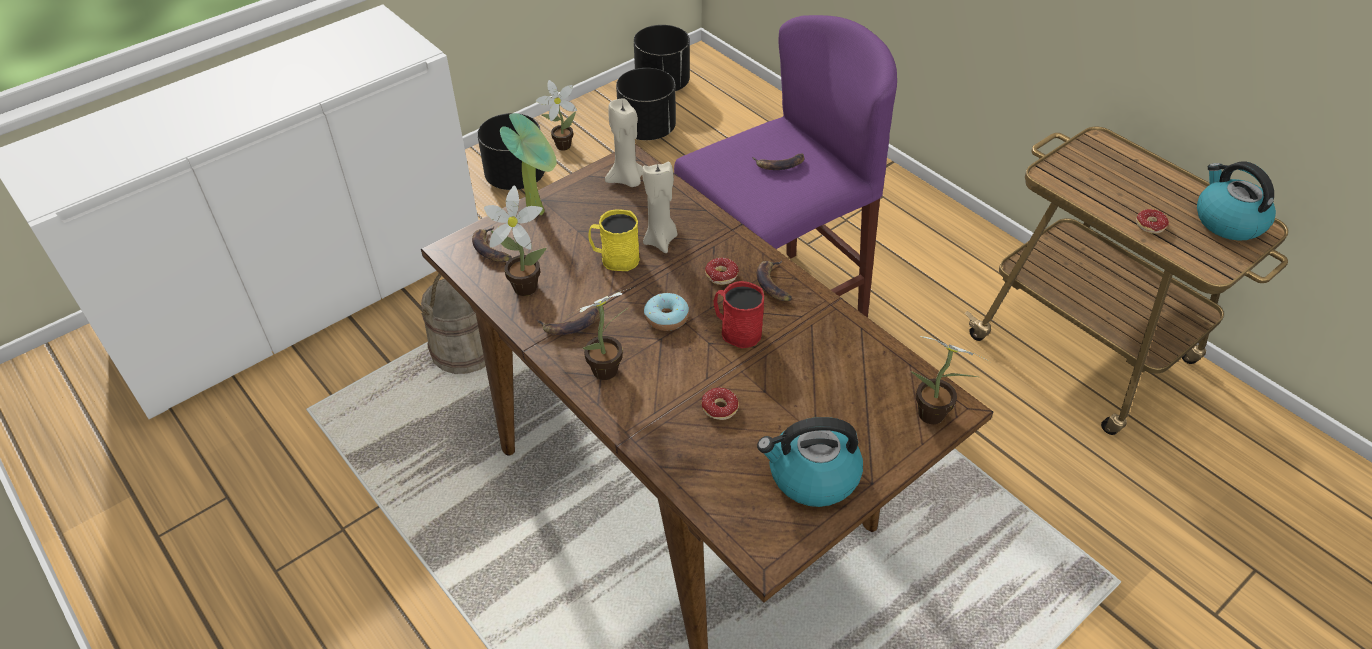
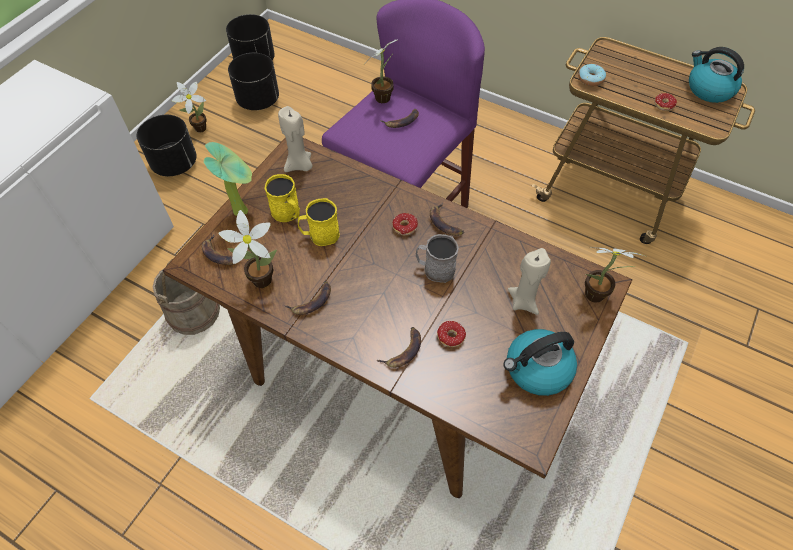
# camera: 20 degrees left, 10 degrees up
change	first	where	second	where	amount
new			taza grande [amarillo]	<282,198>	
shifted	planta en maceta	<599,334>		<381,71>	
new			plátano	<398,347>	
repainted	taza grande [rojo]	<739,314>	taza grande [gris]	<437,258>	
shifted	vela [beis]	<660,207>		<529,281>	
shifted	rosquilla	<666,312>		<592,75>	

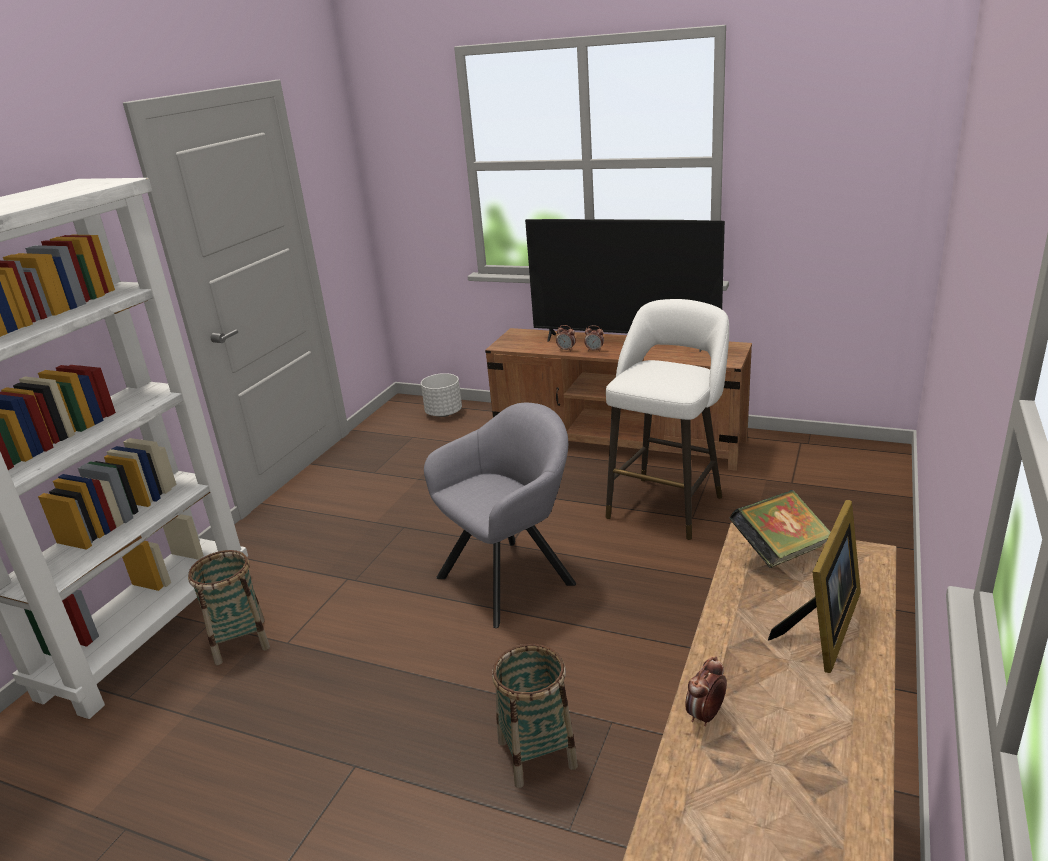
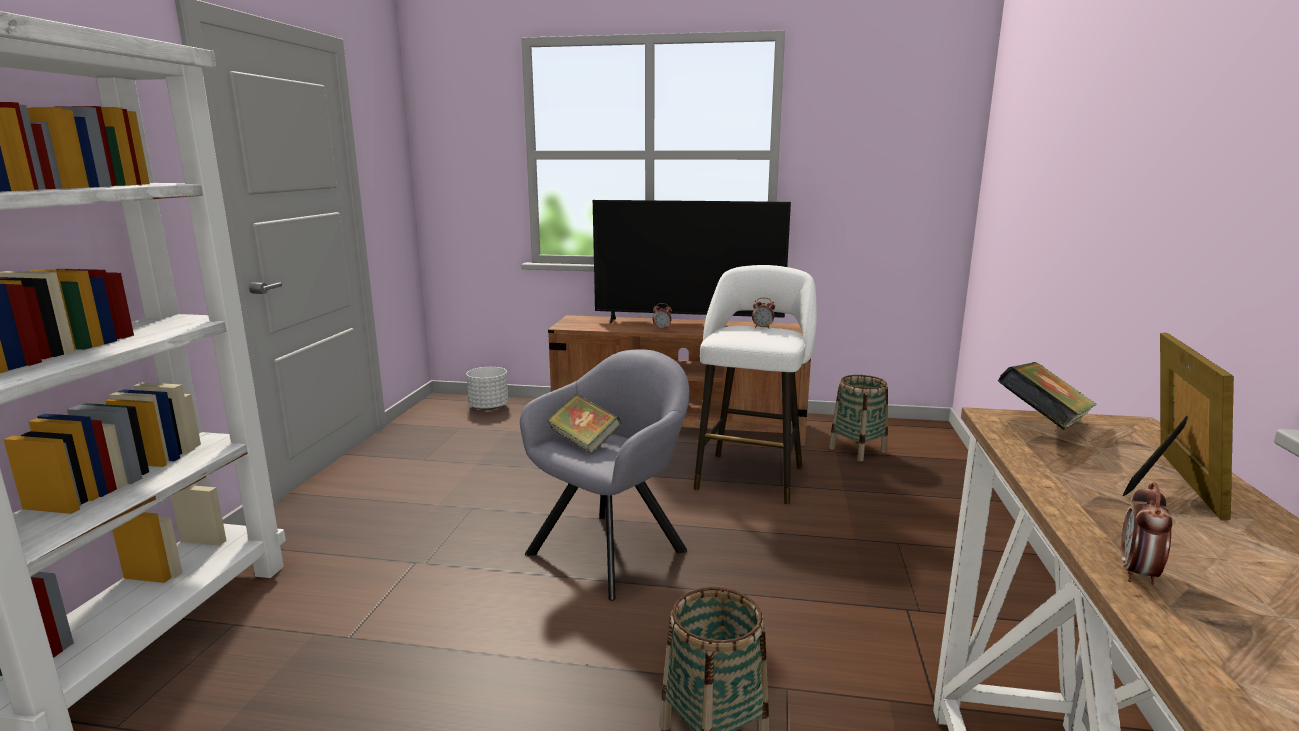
# camera: 15 degrees left, 10 degrees down
change	first	where	second	where	amount
new			libro	<584,424>	
shifted	despertador	<566,338>		<763,313>	
shifted	cesta	<229,607>		<858,418>	

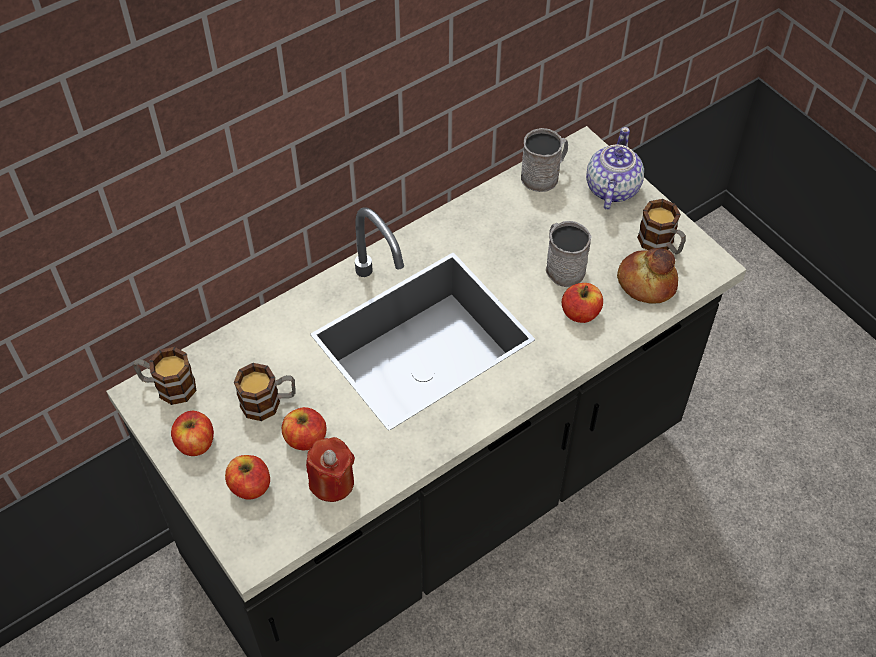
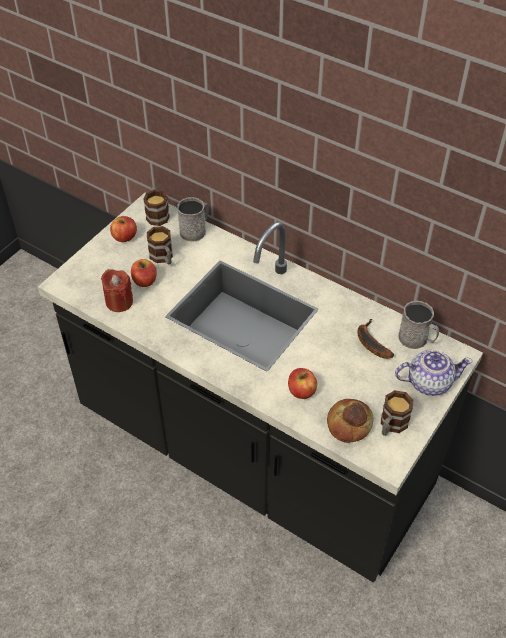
# camera: 70 degrees right, 5 degrees down
change	first	where	second	where	amount
shifted	taza grande [gris]	<569,254>		<193,219>	
new			plátano	<375,338>	
gone	manzana	<247,477>			

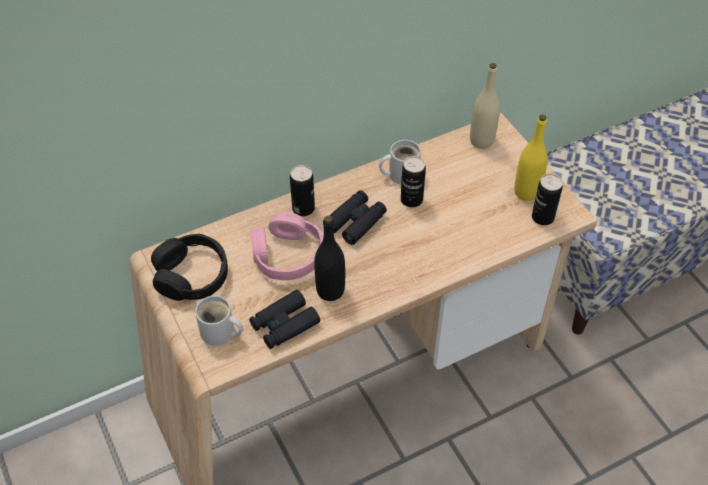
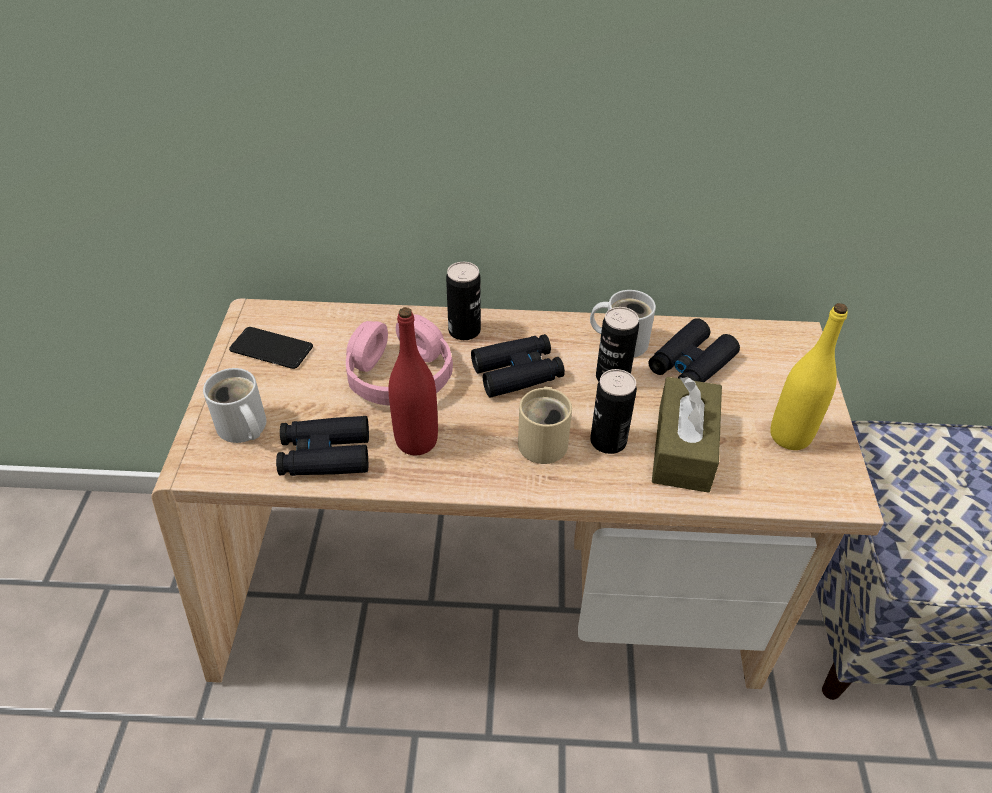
# camera: 30 degrees right, 5 degrees down
change	first	where	second	where	amount
swapped	auriculares [negro]	<189,267>	móvil	<271,348>	
repainted	botella [negro]	<329,258>	botella [rojo]	<413,381>	
new			taza grande [beis]	<545,425>	
shifted	lata	<547,199>		<613,411>	
new			prismáticos [negro]	<694,350>	
new			caja de pañuelos [marrón]	<687,435>	
gone	botella [beis]	<485,106>			

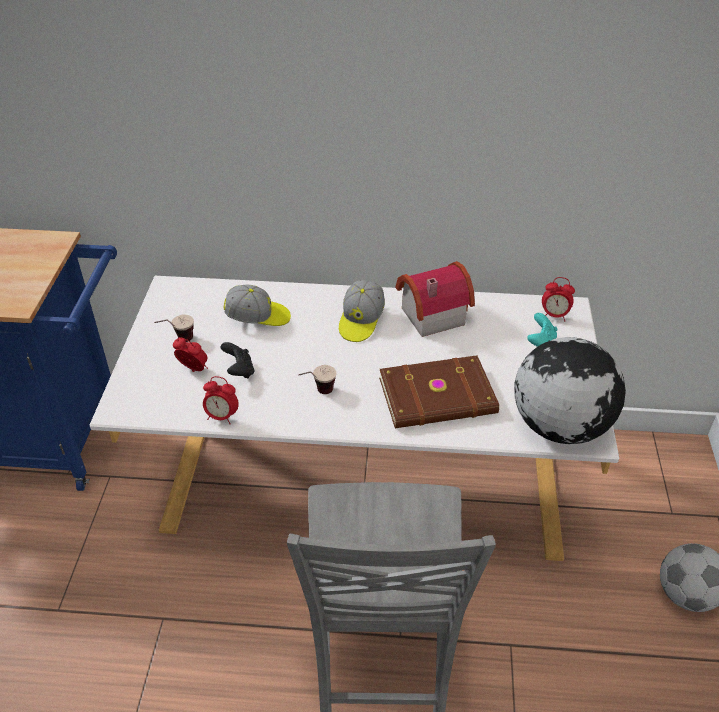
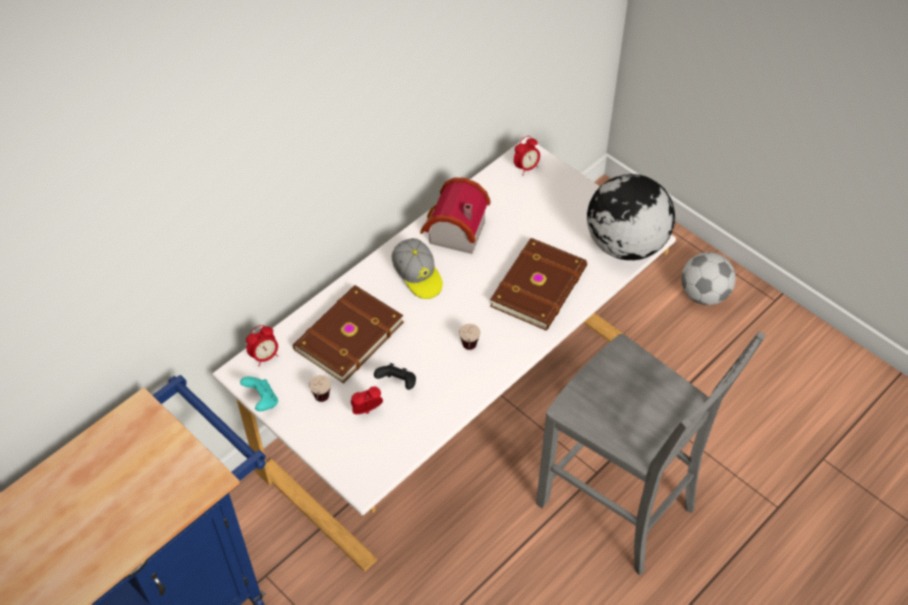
# camera: 50 degrees left, 10 degrees up
change	first	where	second	where	amount
shifted	mando de consola [turquesa]	<542,330>		<259,394>	
shifted	despertador	<221,400>		<262,345>	
swapped	gorra	<257,305>	libro [marrón]	<348,334>	

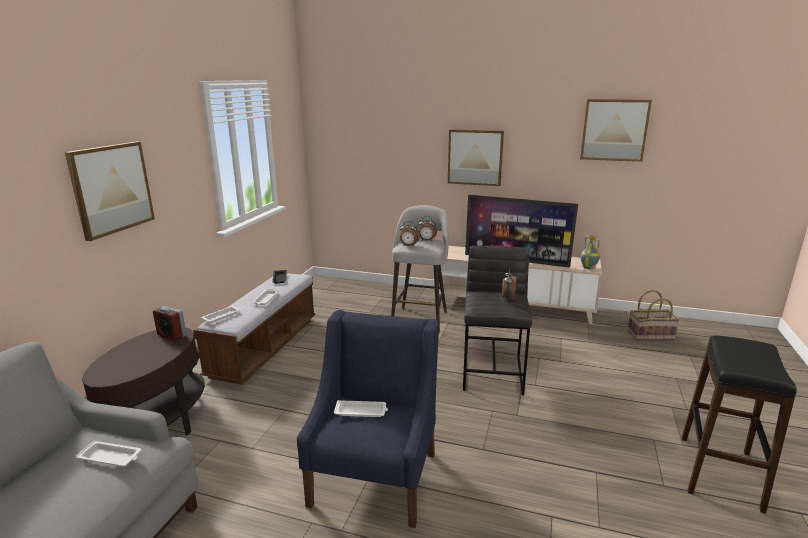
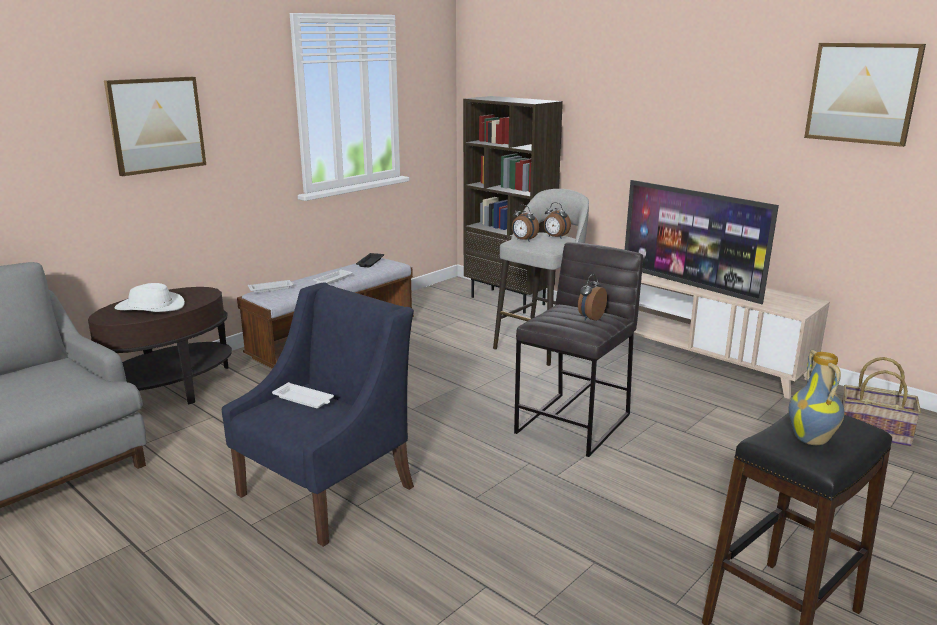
# camera: 25 degrees right, 0 degrees up
change	first	where	second	where	amount
new			sombrero [blanco]	<150,297>	
new			estantería [marrón]	<513,205>	
shifted	florero	<590,252>		<816,397>	
gone	bandeja [blanco]	<108,453>			
gone	despertador	<169,323>			
gone	cuadro	<476,158>			

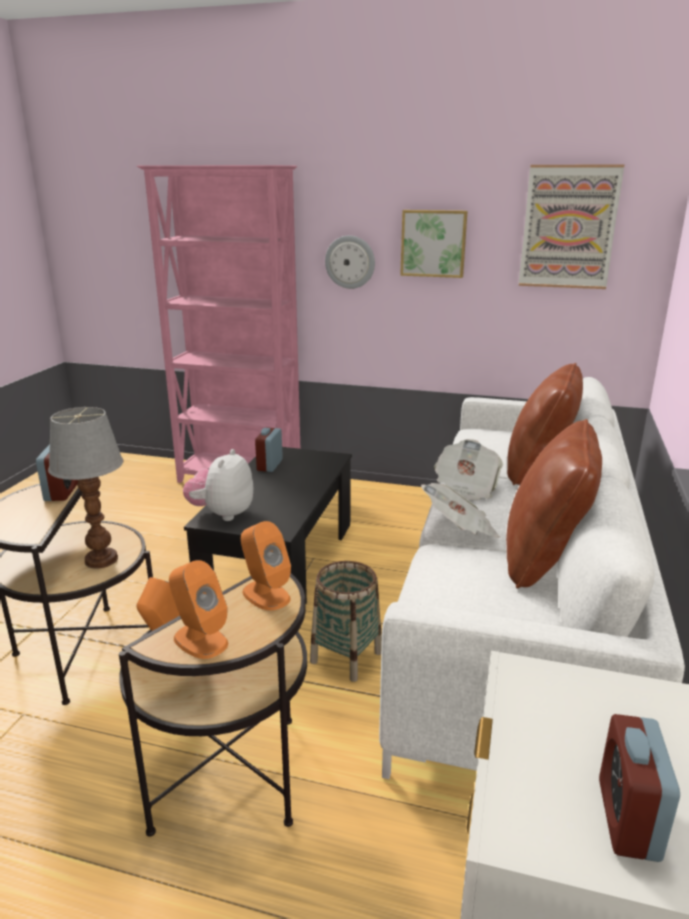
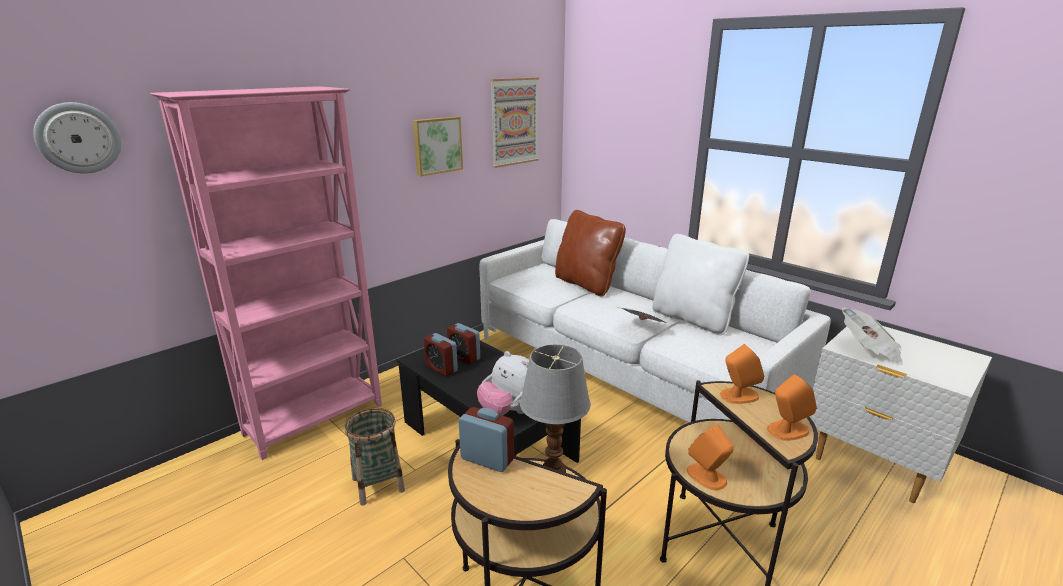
# camera: 60 degrees left, 0 degrees up
change	first	where	second	where	amount
shifted	reloj de pared	<350,262>		<77,138>	
shifted	cesta	<346,621>		<375,457>	
shifted	despertador	<639,788>		<463,343>	
repainted	cojín [marrón]	<554,504>	cojín [blanco]	<700,284>	
shifted	periódico	<468,469>		<872,336>	

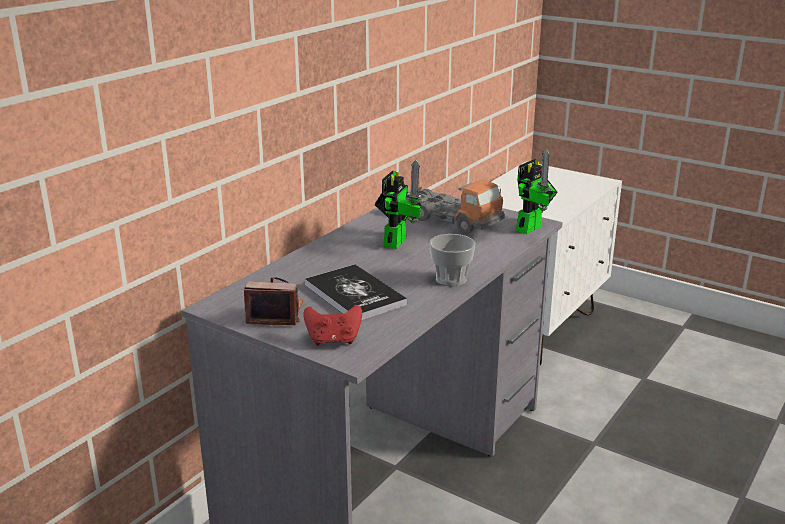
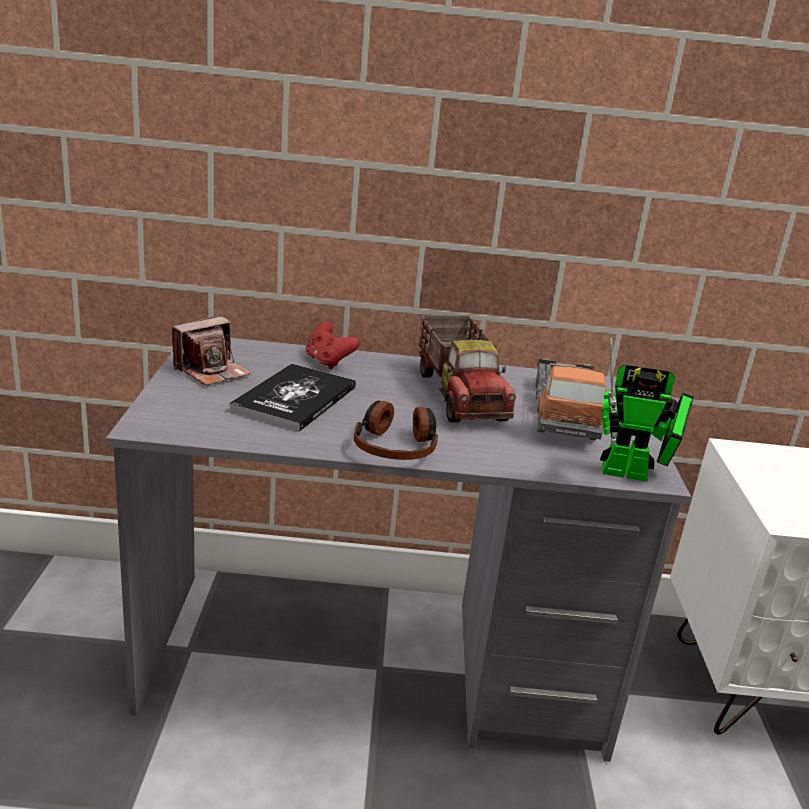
# camera: 55 degrees right, 0 degrees up
change	first	where	second	where	amount
rotated	cámara	<273,301>		<211,351>	75 degrees clockwise
shifted	mando de consola [rojo]	<333,325>		<333,345>	
swapped	taza	<452,260>	auriculares	<396,430>	
swapped	robot de juguete	<399,204>	camión de juguete	<467,369>	

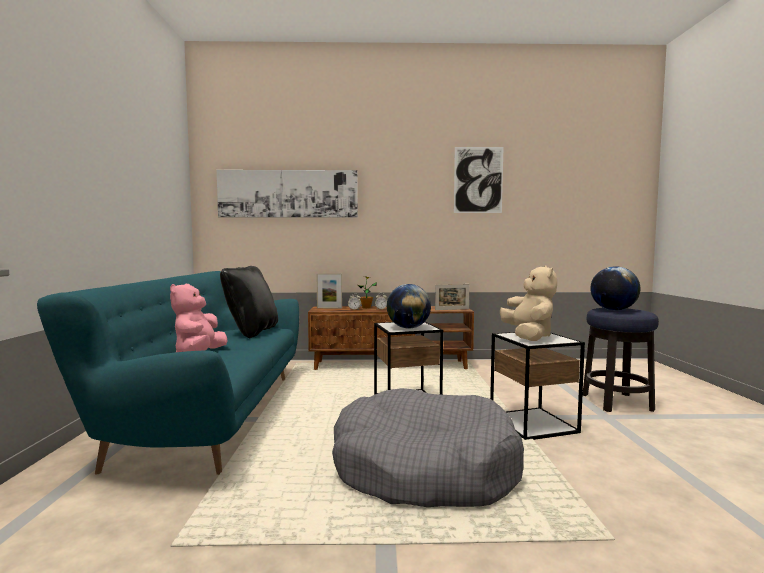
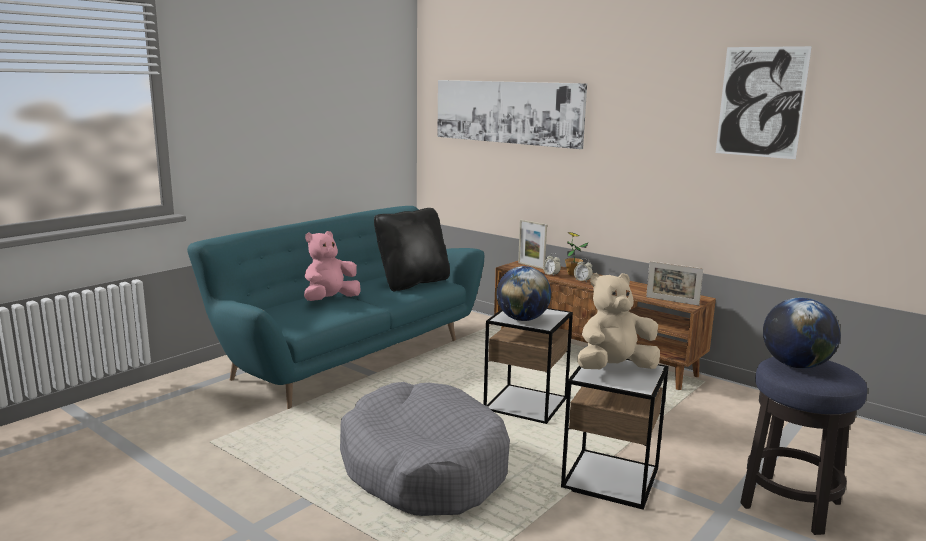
# camera: 40 degrees right, 10 degrees up
change	first	where	second	where	amount
rotated	peluche [beis]	<528,303>		<618,321>	150 degrees counterclockwise

